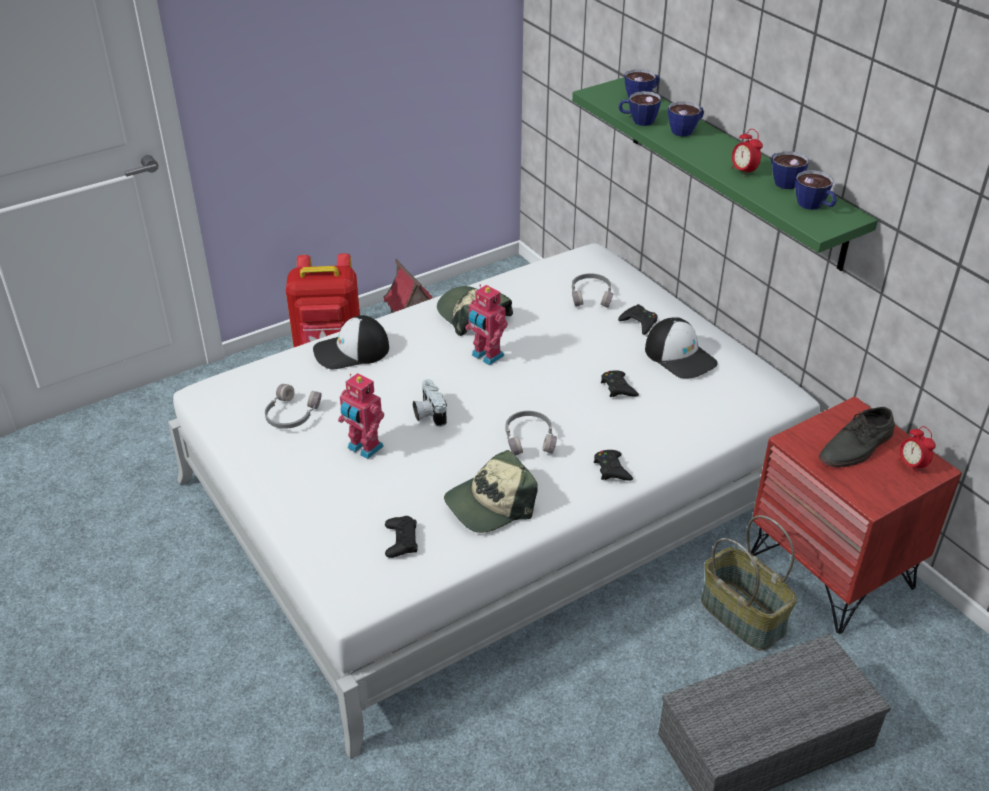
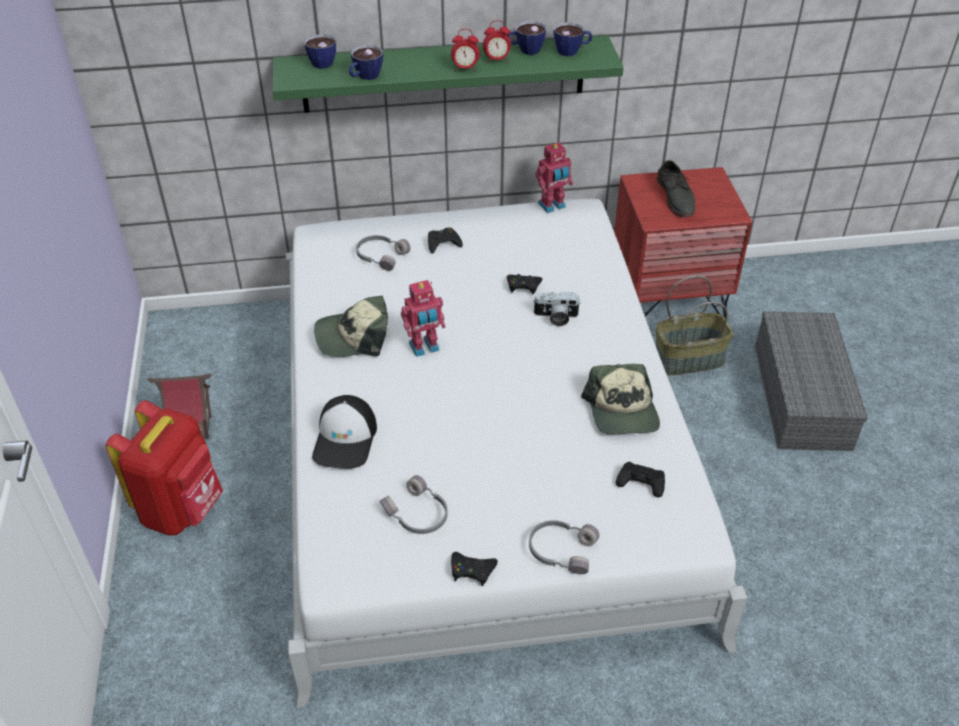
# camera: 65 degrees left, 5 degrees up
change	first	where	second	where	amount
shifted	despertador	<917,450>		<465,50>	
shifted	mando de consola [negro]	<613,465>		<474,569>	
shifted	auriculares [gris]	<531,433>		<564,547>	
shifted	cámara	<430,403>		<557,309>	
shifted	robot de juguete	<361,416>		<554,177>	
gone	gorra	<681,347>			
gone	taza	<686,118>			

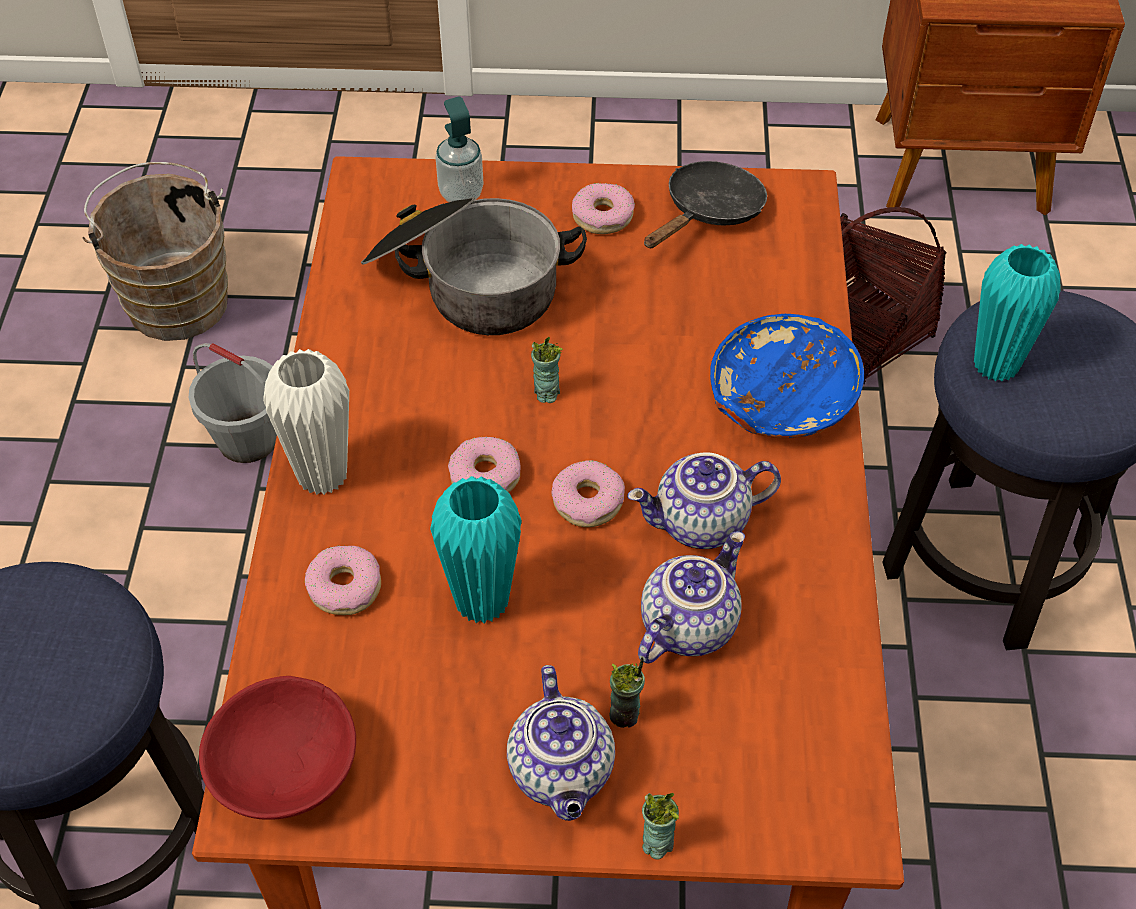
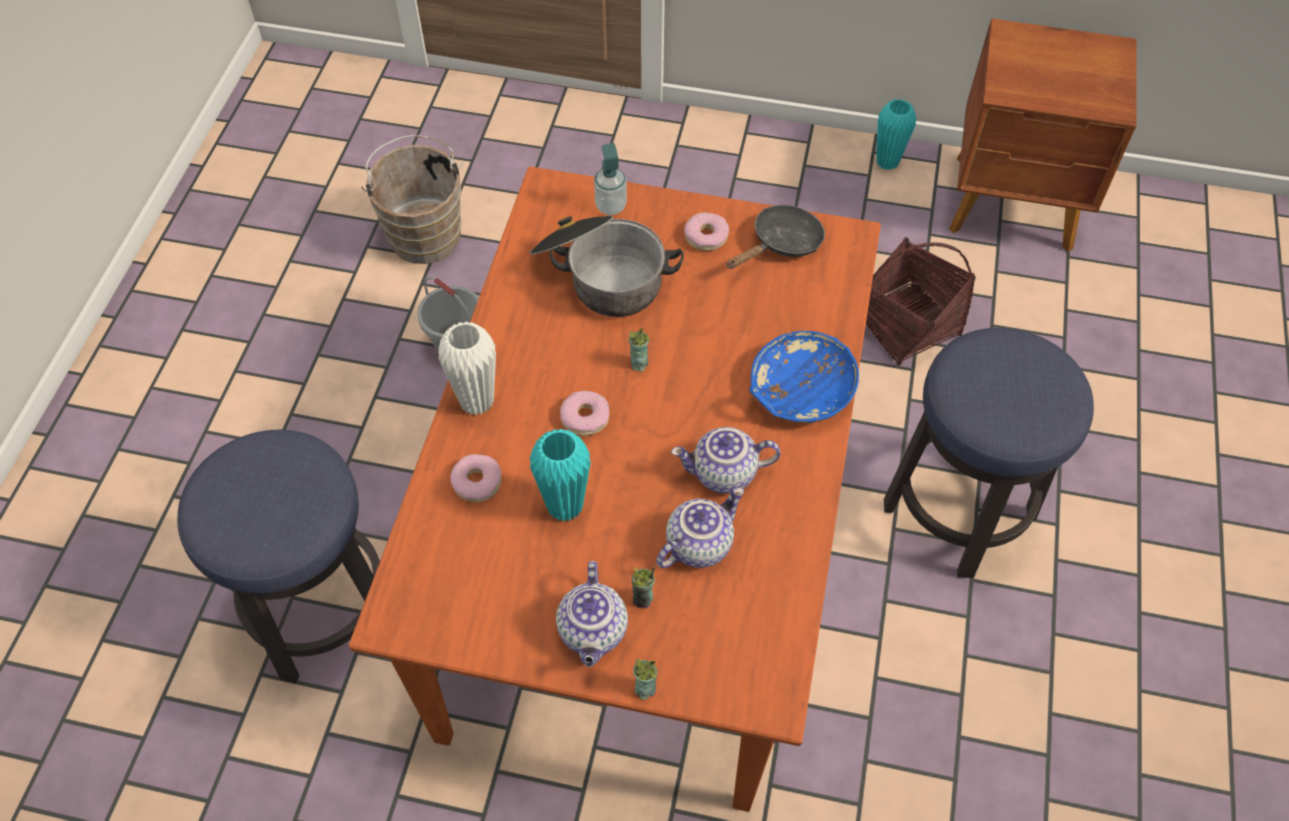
# camera: 10 degrees right, 5 degrees up
change	first	where	second	where	amount
shifted	florero [turquesa]	<1017,313>		<896,134>	
gone	cuenco [rojo]	<277,748>			
gone	rosquilla	<588,493>			

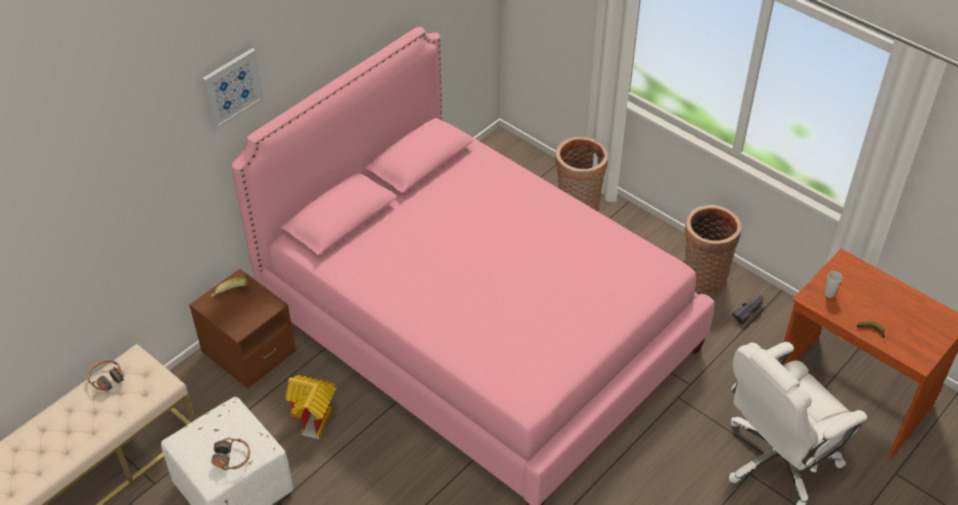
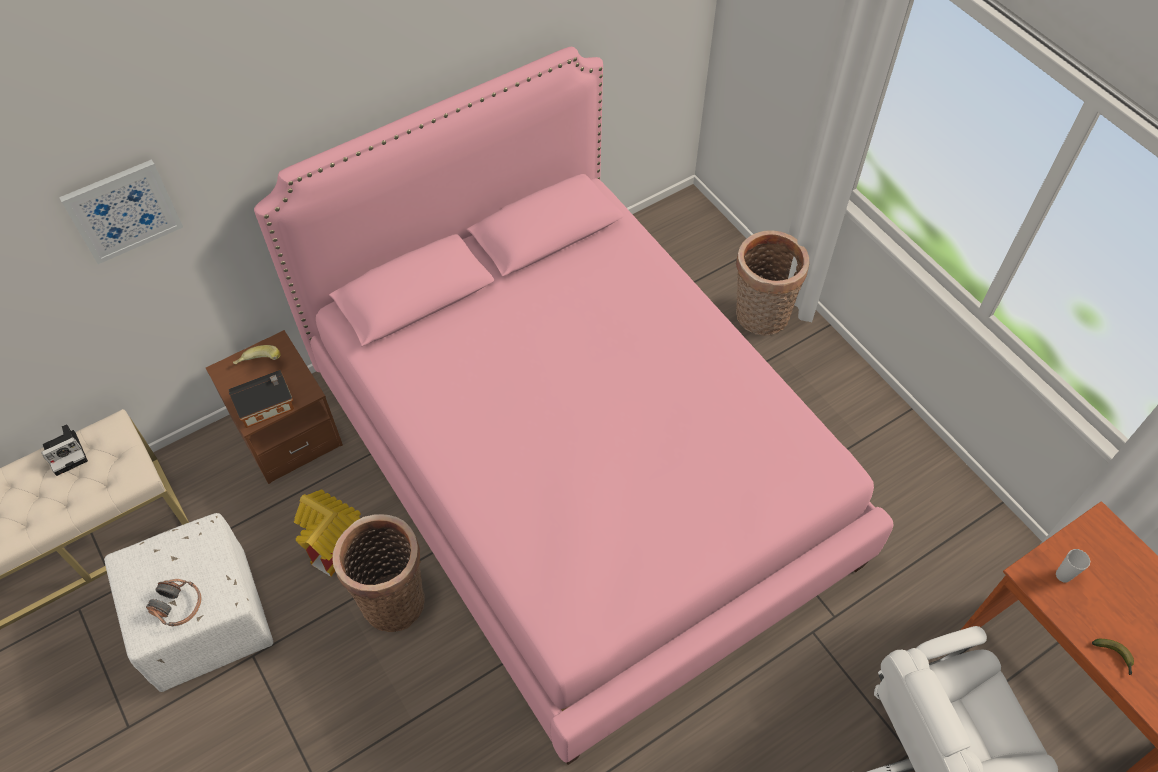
# camera: 15 degrees right, 10 degrees up
change	first	where	second	where	amount
swapped	auriculares	<105,376>	cámara	<64,450>	
shifted	cuadro	<233,89>		<121,211>	
new			casita	<261,399>	
shifted	cesta	<712,249>		<379,573>	
gone	zapato [negro]	<748,310>			

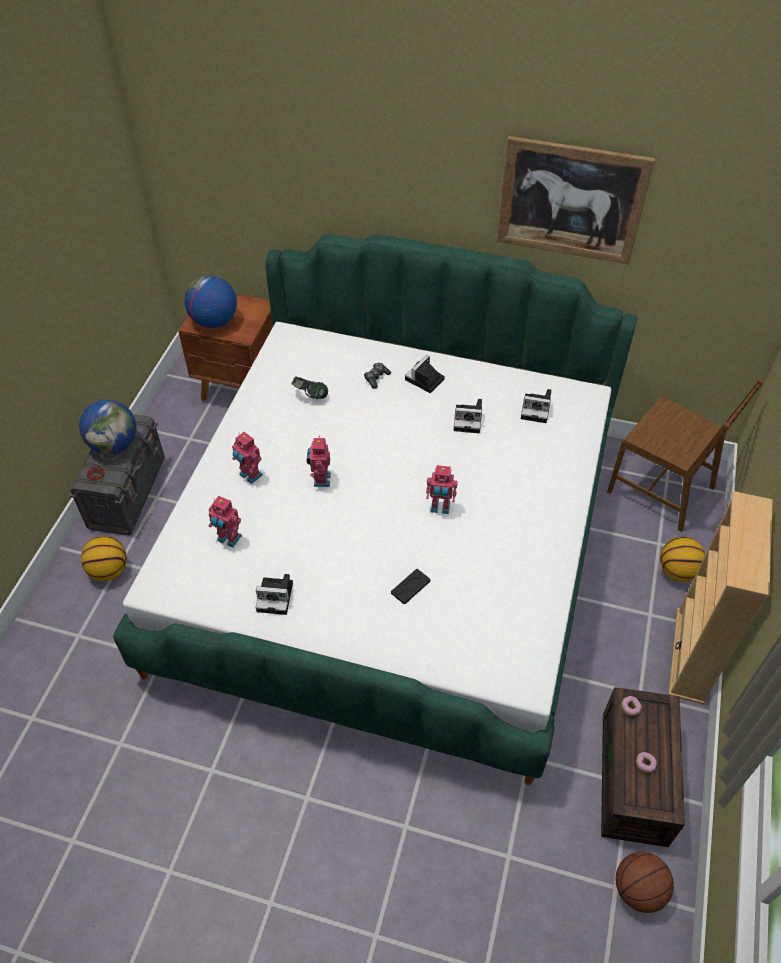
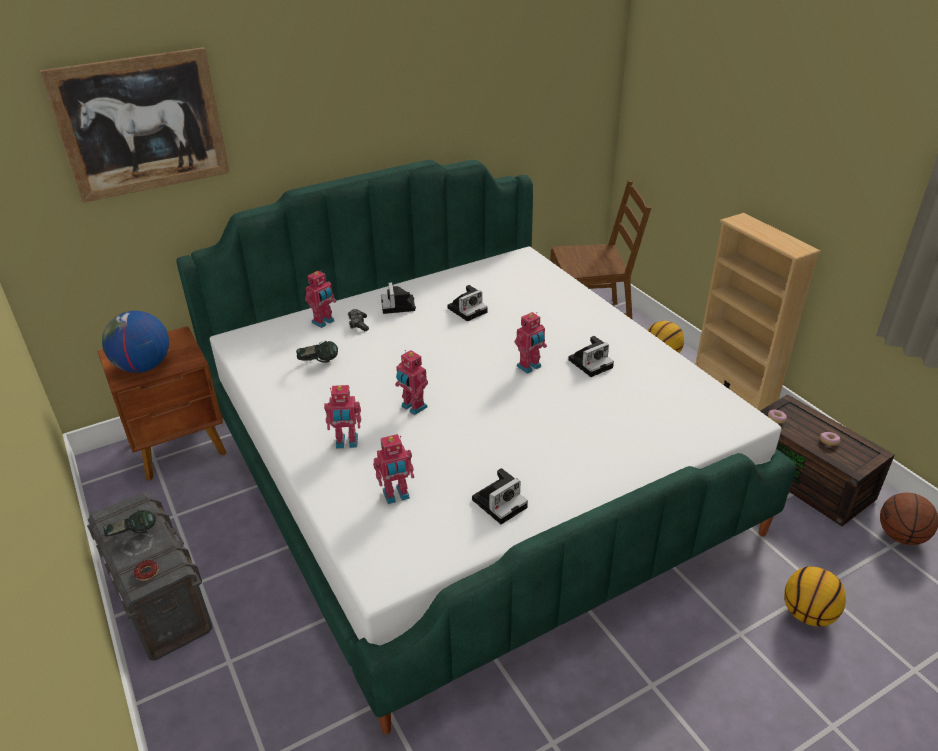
# camera: 45 degrees left, 15 degrees down
change	first	where	second	where	amount
shifted	cuadro	<576,200>		<135,125>	
swapped	globo terráqueo	<107,427>	auriculares	<129,523>	
new			robot de juguete	<320,299>	
shifted	cámara	<536,406>		<591,356>	
shifted	balón de baloncesto	<104,558>		<815,596>	
gone	mando de consola [negro]	<410,586>			

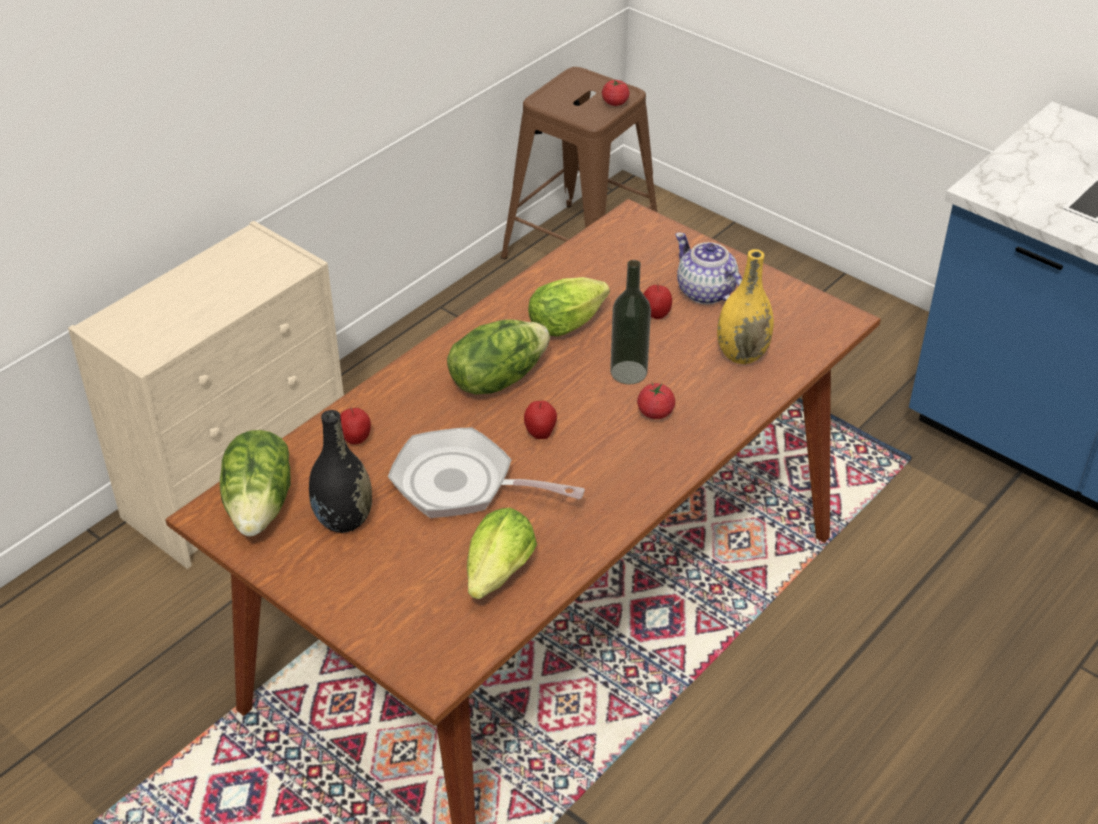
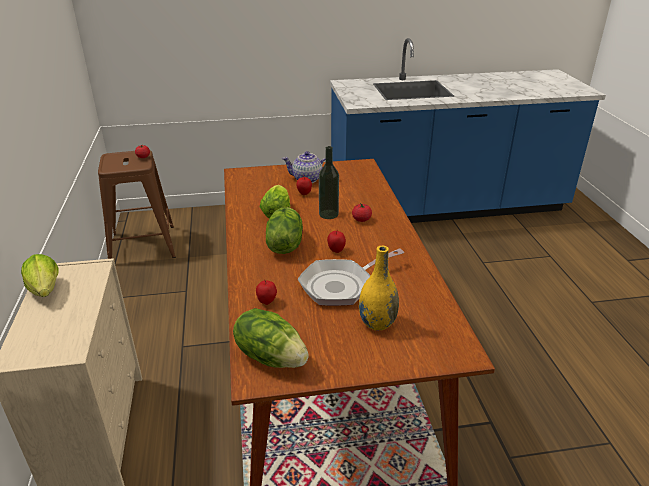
# camera: 50 degrees left, 10 degrees down
change	first	where	second	where	amount
shifted	lechuga	<502,553>		<39,275>	
shifted	florero [amarillo]	<745,306>		<379,288>	
gone	florero [negro]	<340,471>			

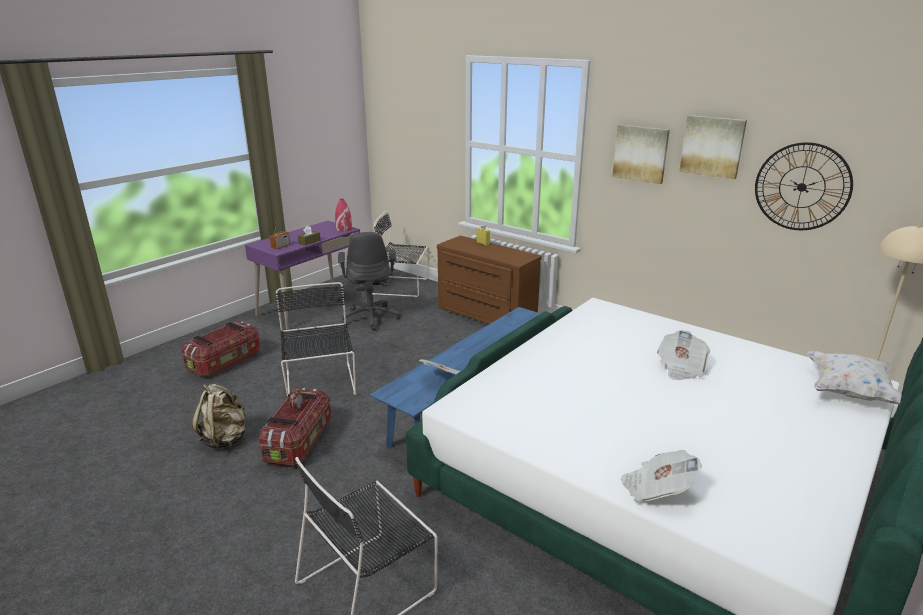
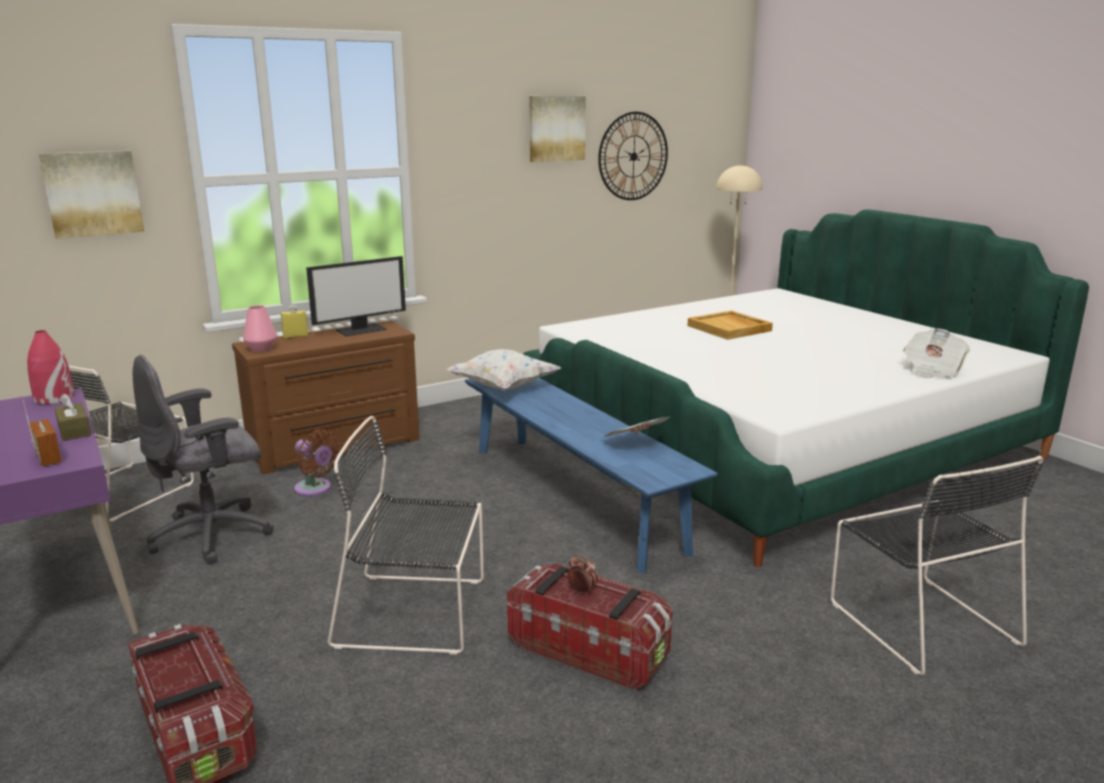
# camera: 70 degrees left, 5 degrees down
change	first	where	second	where	amount
shifted	cuadro	<641,154>		<91,194>	
rotated	silla de oficina [gris]	<369,281>		<202,459>	135 degrees clockwise
new			florero [rosa]	<260,328>	
new			ventilador [marrón]	<317,462>	
new			monitor	<356,296>	
shifted	cojín [blanco]	<854,378>		<503,370>	
swapped	periódico	<683,355>	bandeja [beis]	<730,325>	
gone	mochila [beis]	<219,417>			

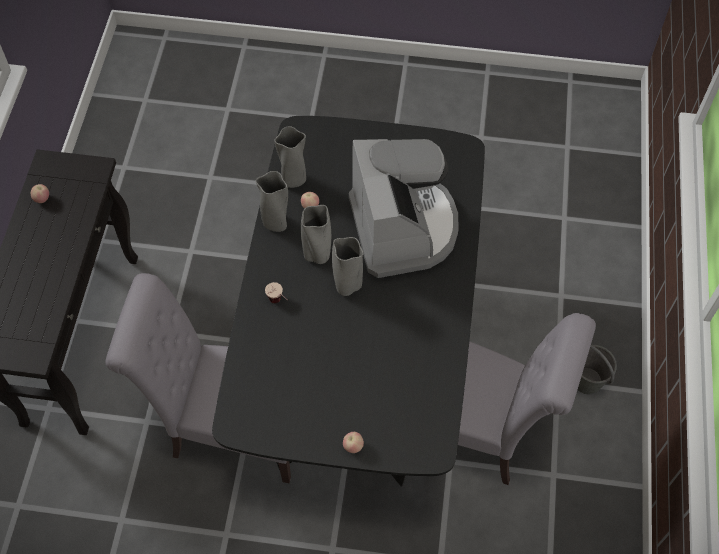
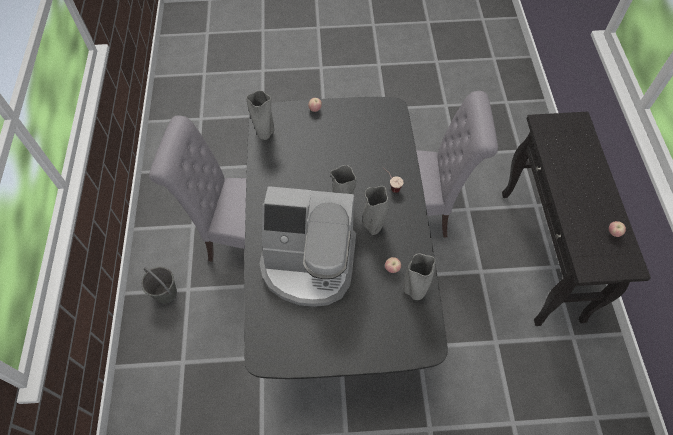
# camera: 170 degrees right, 0 degrees up
change	first	where	second	where	amount
shifted	florero [gris]	<271,201>		<260,115>	
rotated	cafetera	<403,208>		<308,246>	60 degrees counterclockwise

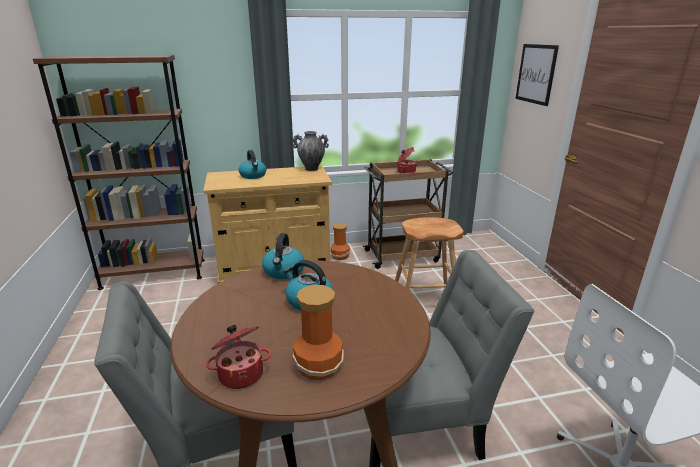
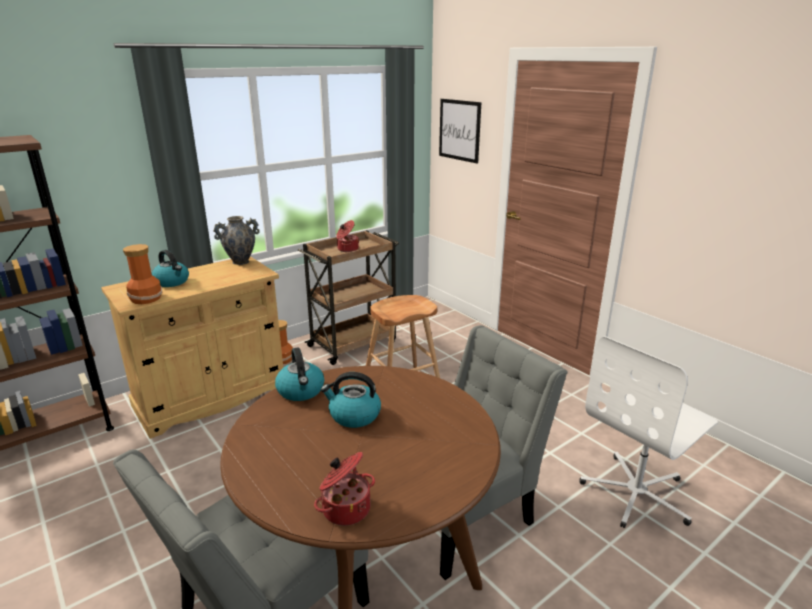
# camera: 25 degrees left, 0 degrees up
change	first	where	second	where	amount
shifted	florero	<318,332>		<142,274>	

